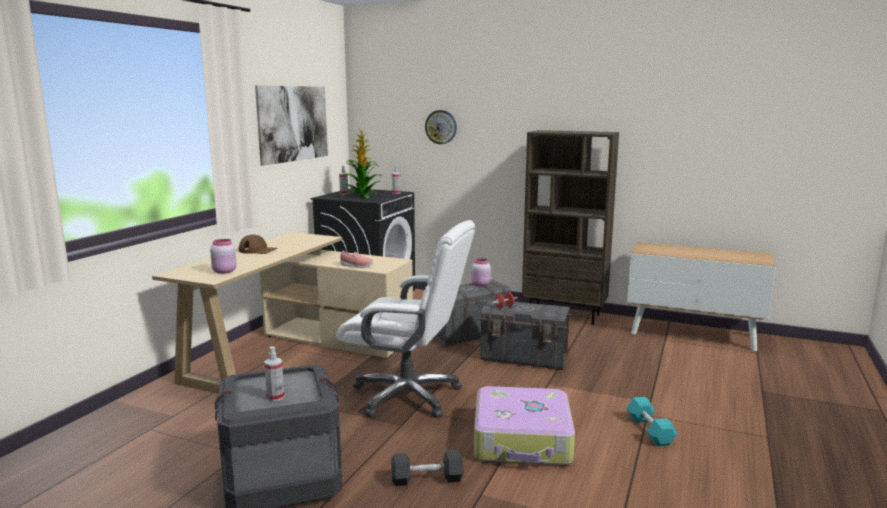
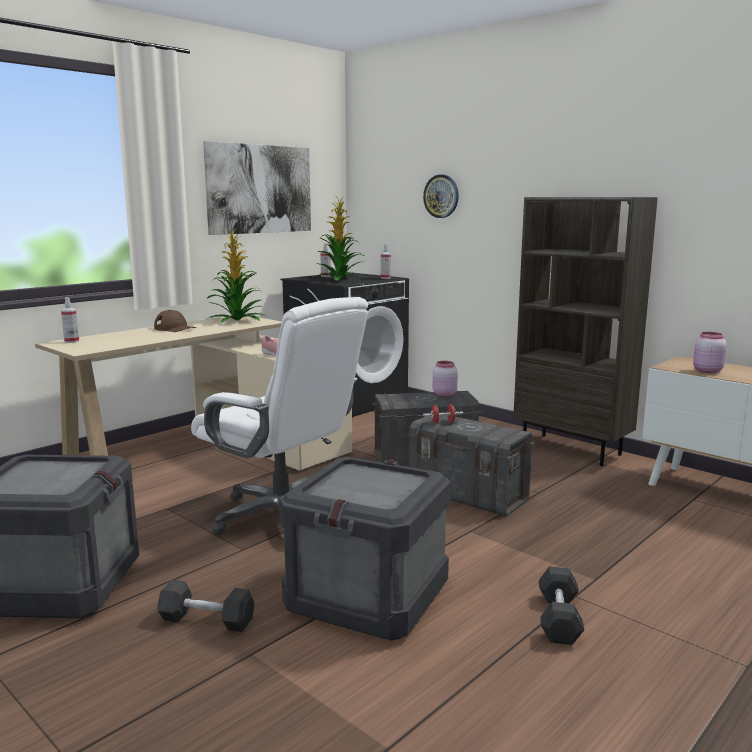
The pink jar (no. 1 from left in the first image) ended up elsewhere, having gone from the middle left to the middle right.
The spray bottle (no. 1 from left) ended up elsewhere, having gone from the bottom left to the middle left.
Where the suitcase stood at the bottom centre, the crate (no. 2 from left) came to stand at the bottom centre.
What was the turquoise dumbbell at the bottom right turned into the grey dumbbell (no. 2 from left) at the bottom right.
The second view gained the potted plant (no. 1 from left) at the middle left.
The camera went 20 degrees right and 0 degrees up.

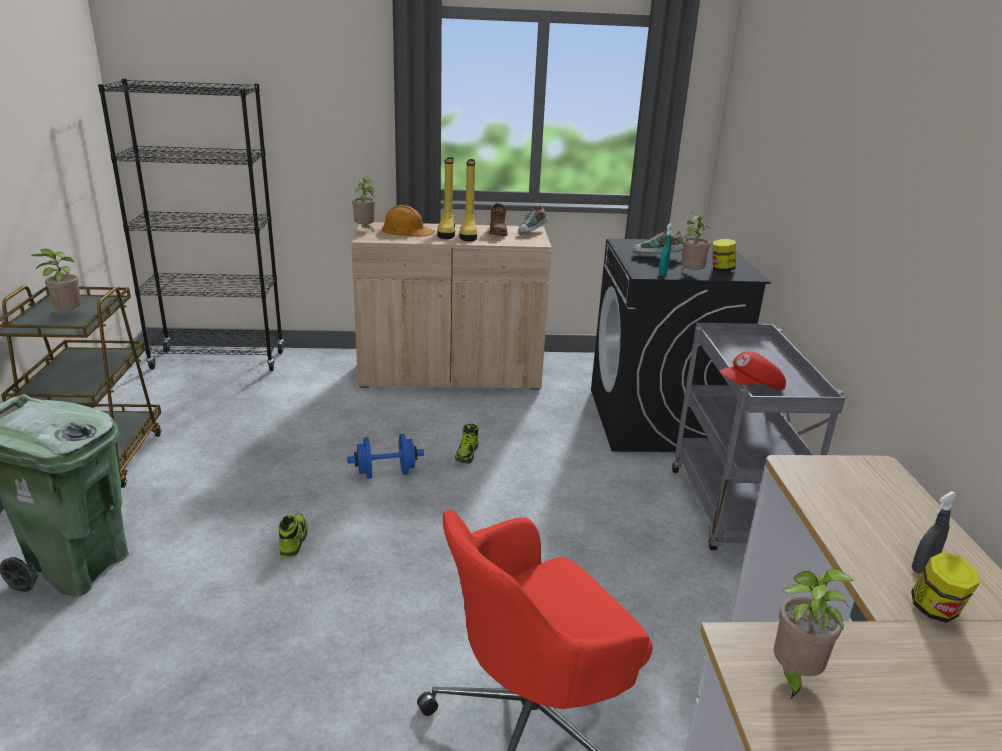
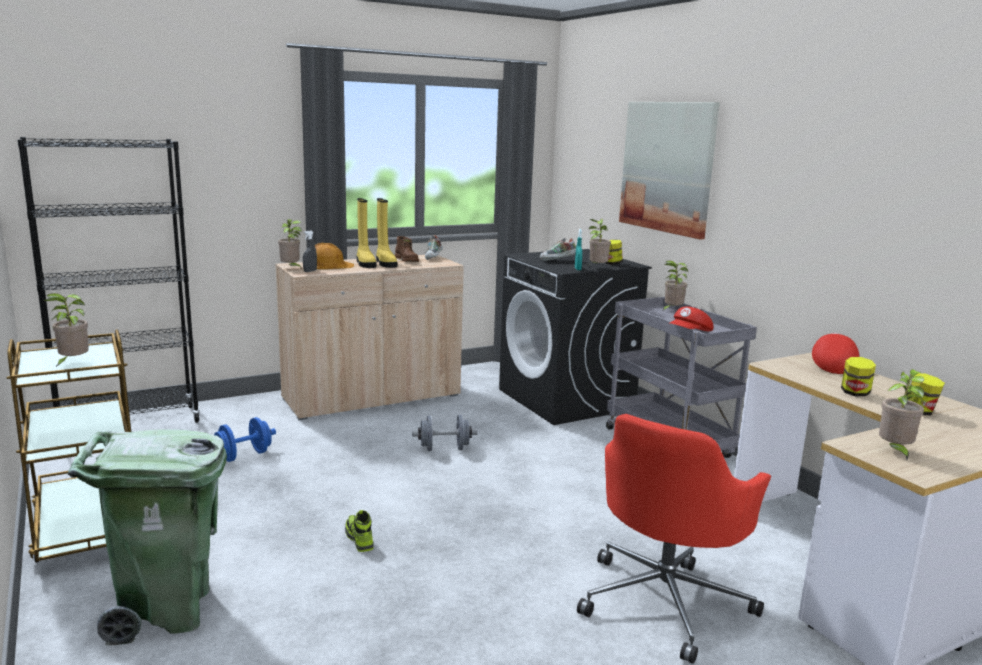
The blue dumbbell ended up elsewhere, having gone from the centre to the middle left.
Where the shoe (no. 2 from left) stood at the centre, the grey dumbbell came to stand at the centre.
The grey spray bottle ended up elsewhere, having gone from the bottom right to the middle left.
The second view gained the picture at the top right.
The second view gained the potted plant (no. 4 from left) at the middle right.
The second view gained the red cap (no. 2 from left) at the middle right.
The second view gained the jar (no. 2 from left) at the middle right.
The camera went 25 degrees left and 10 degrees down.

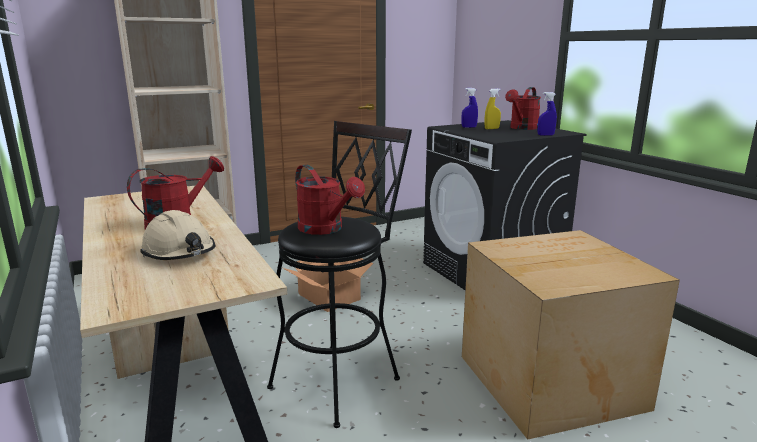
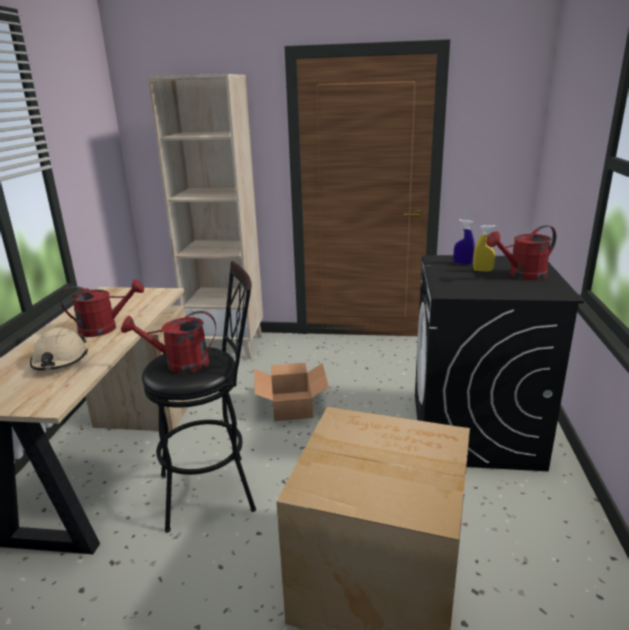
The red watering can (no. 2 from left) at the centre ended up facing another way, 90 degrees clockwise from before.
The second view lost the blue spray bottle (no. 2 from left) at the top right.
The camera went 35 degrees right and 5 degrees up.

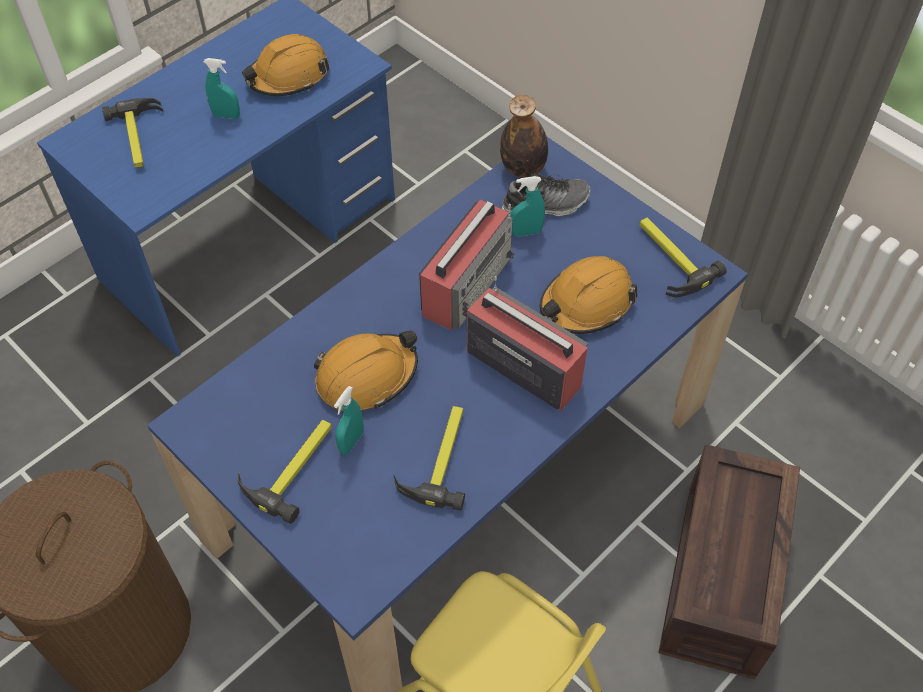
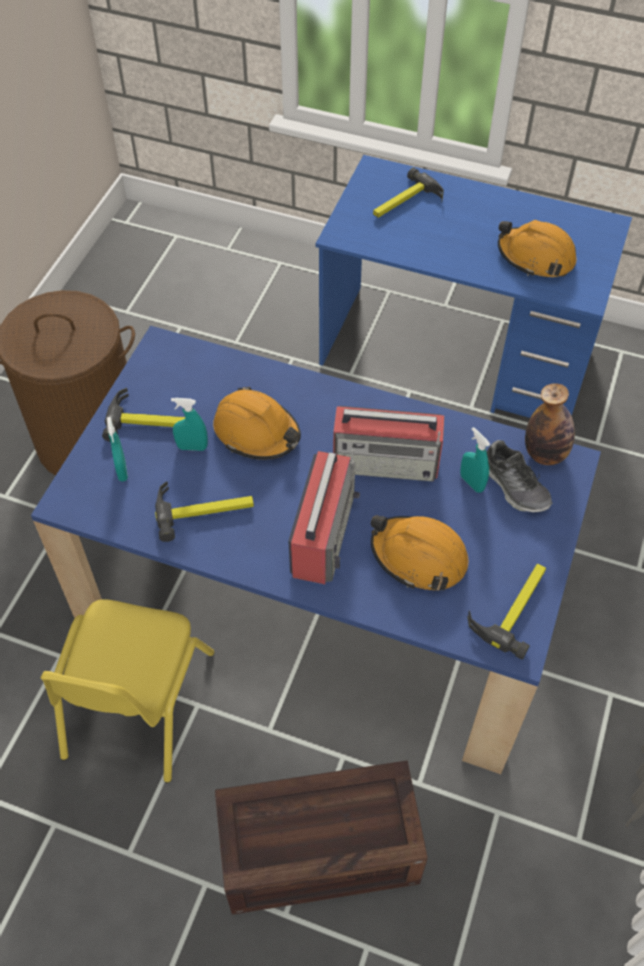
The turquoise spray bottle (no. 1 from left) ended up elsewhere, having gone from the top left to the middle left.
The camera went 65 degrees right and 0 degrees up.

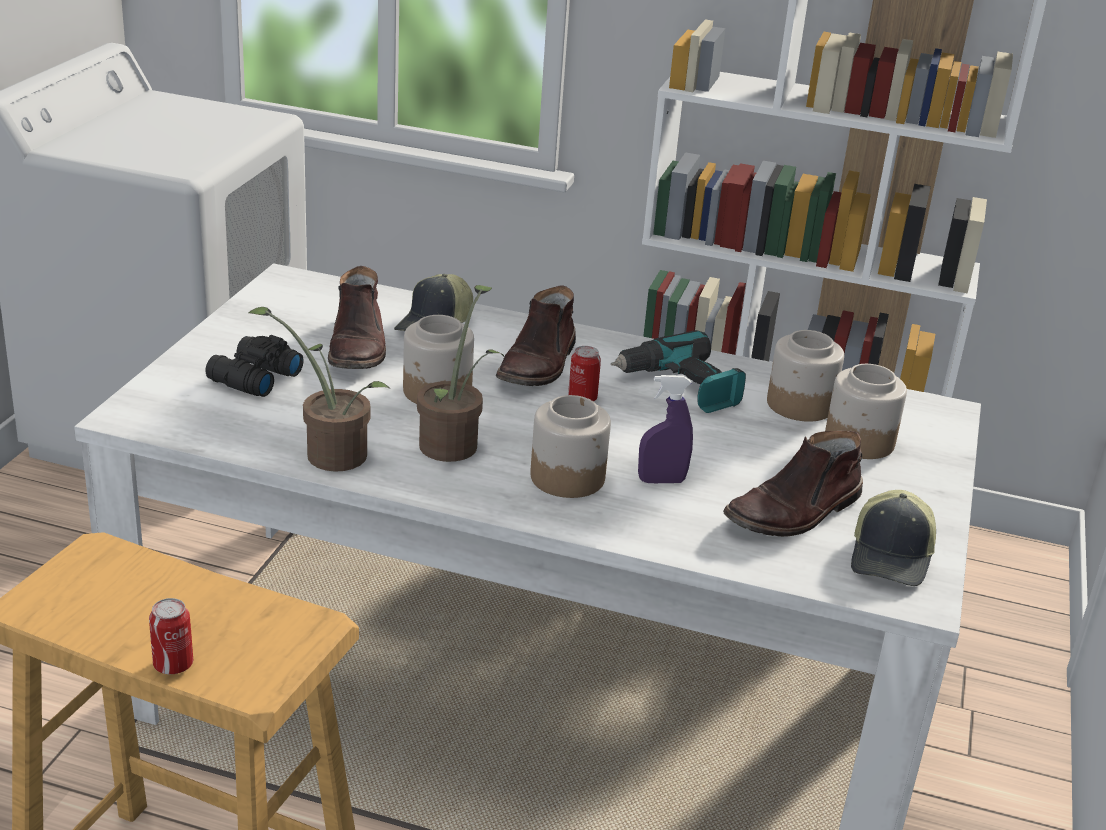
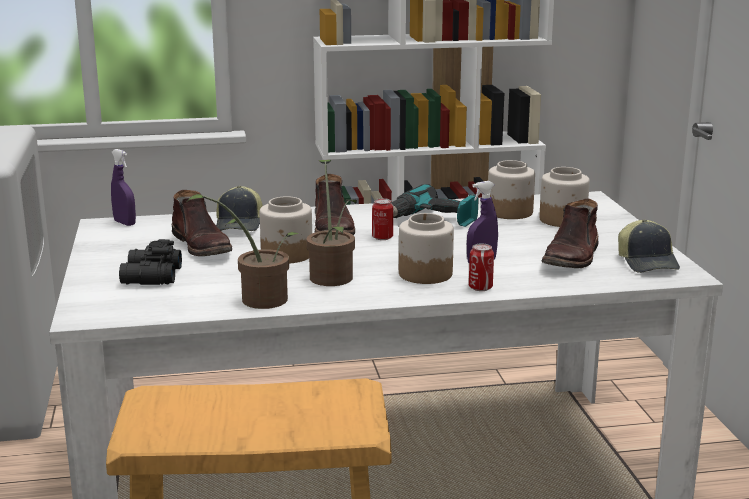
The can (no. 1 from left in the first image) ended up elsewhere, having gone from the bottom left to the centre.
The second view gained the purple spray bottle (no. 1 from left) at the middle left.
The camera went 25 degrees left and 10 degrees down.

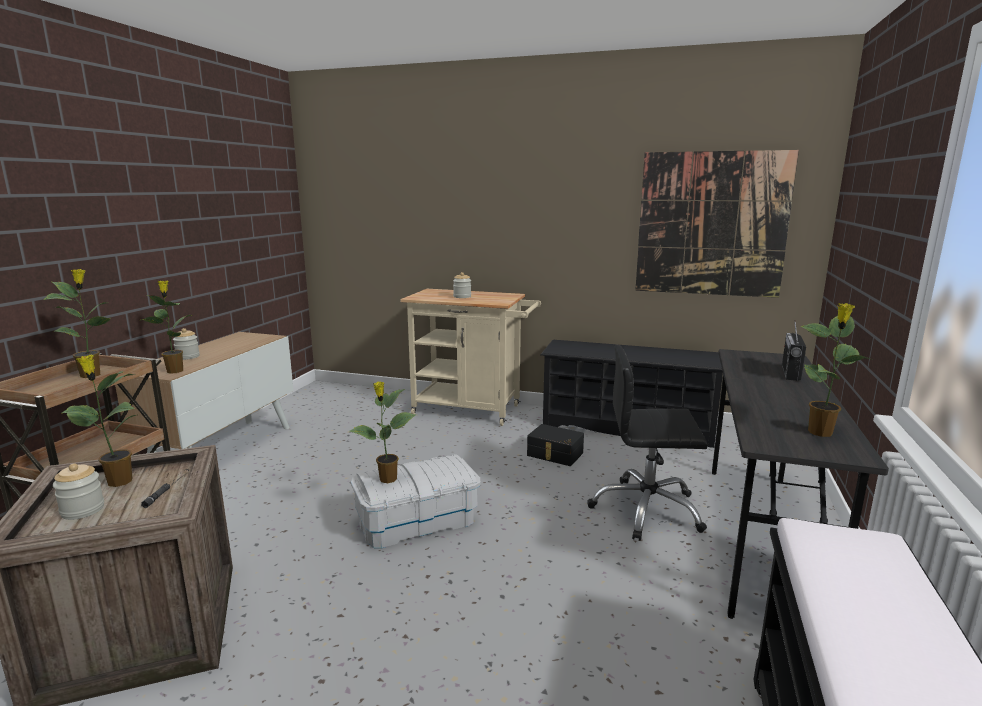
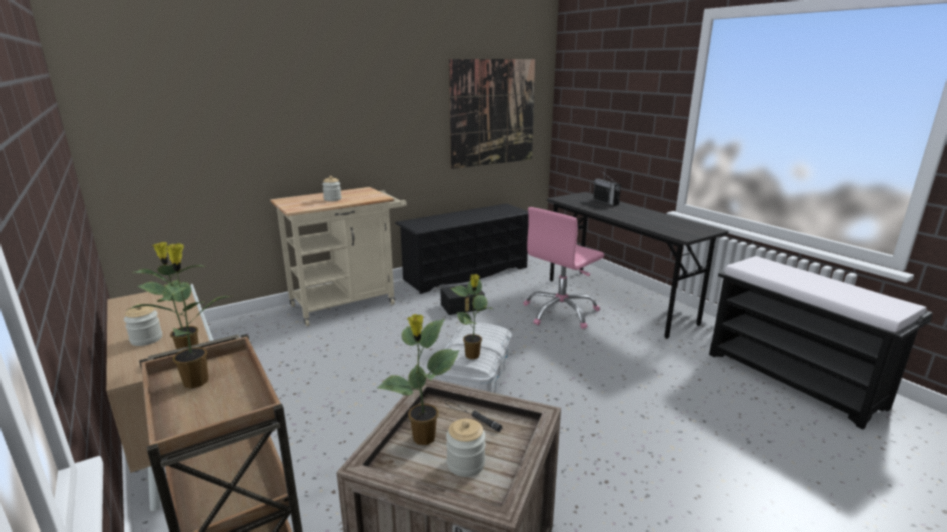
What was the black office chair at the centre turned into the pink office chair at the centre.
The second view lost the potted plant (no. 5 from left) at the middle right.
The camera went 50 degrees left and 5 degrees up.

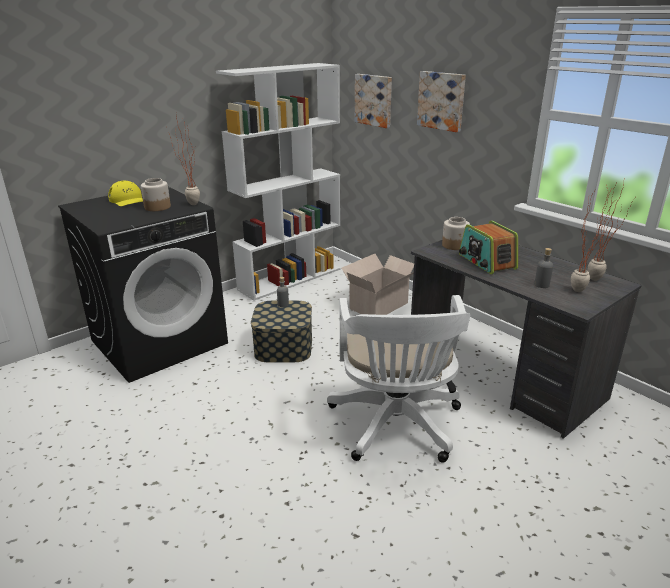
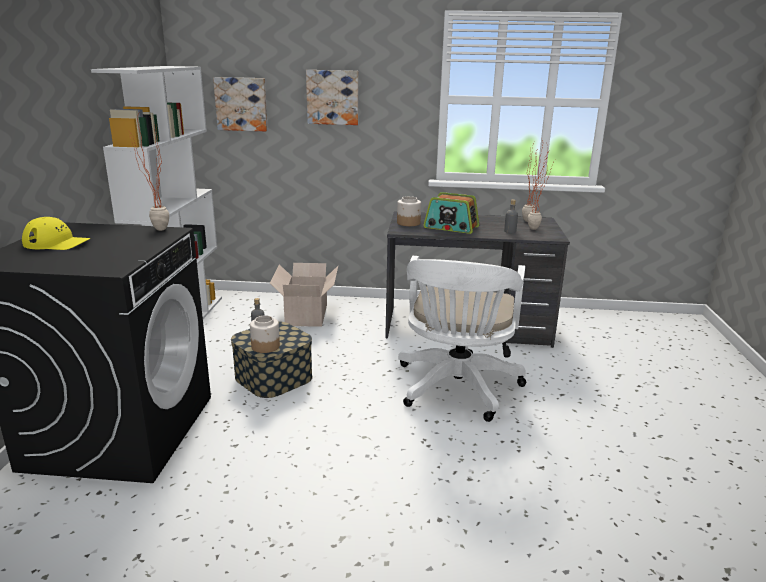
The jar (no. 1 from left) ended up elsewhere, having gone from the top left to the centre.
The white office chair at the centre ended up facing another way, 60 degrees clockwise from before.
The camera went 45 degrees left and 5 degrees down.

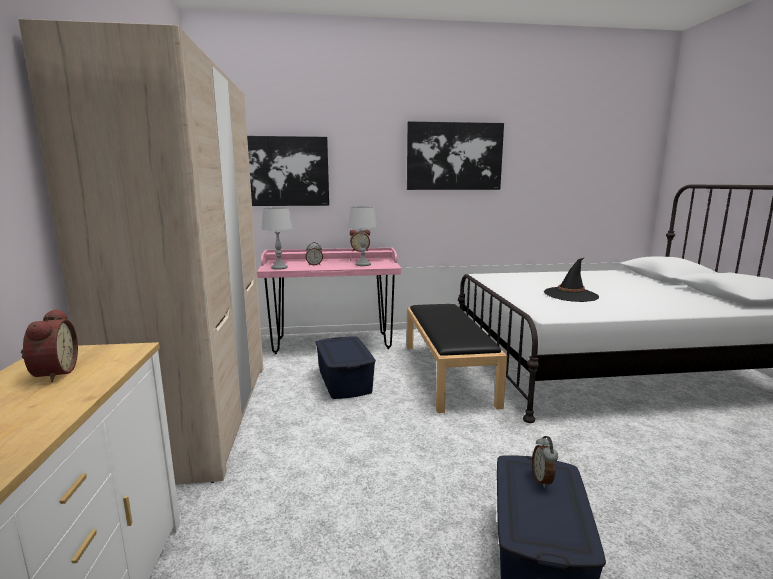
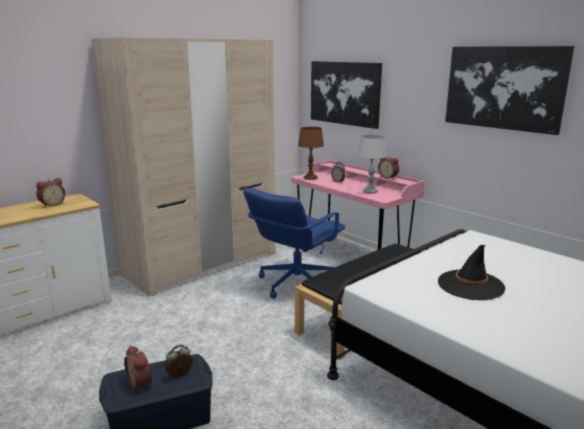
What was the grey table lamp (no. 1 from left) at the centre turned into the brown table lamp at the centre.
Where the blue storage box (no. 1 from left) stood at the centre, the blue office chair came to stand at the centre.
The second view gained the alarm clock (no. 2 from left) at the bottom left.
The camera went 55 degrees right and 5 degrees up.

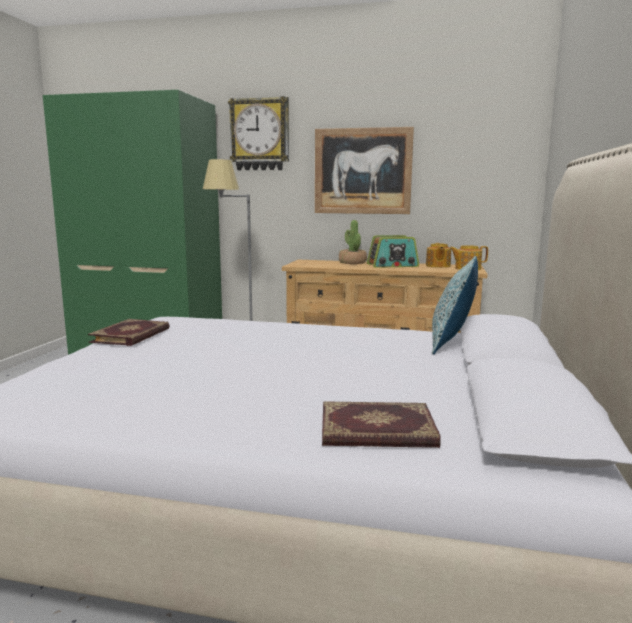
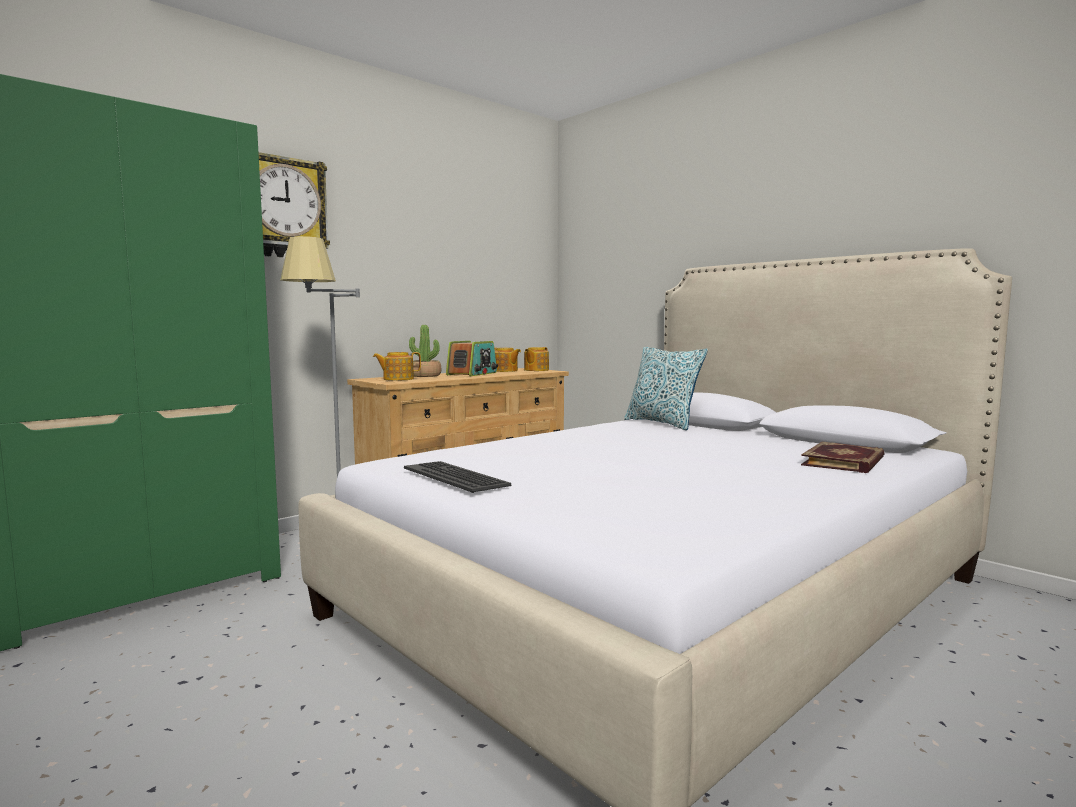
Where the book (no. 1 from left) stood at the middle left, the keyboard came to stand at the centre.
The second view lost the picture at the top centre.
The second view gained the teapot (no. 1 from left) at the centre.
The camera went 55 degrees left and 5 degrees down.

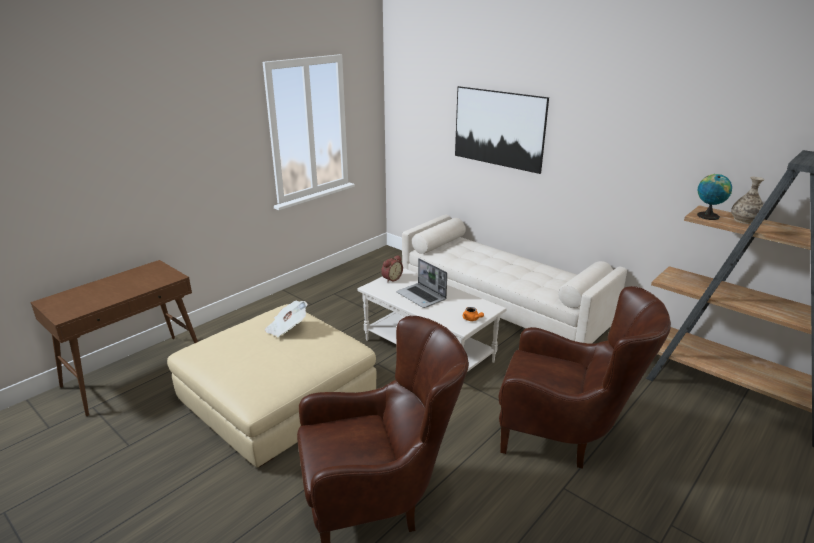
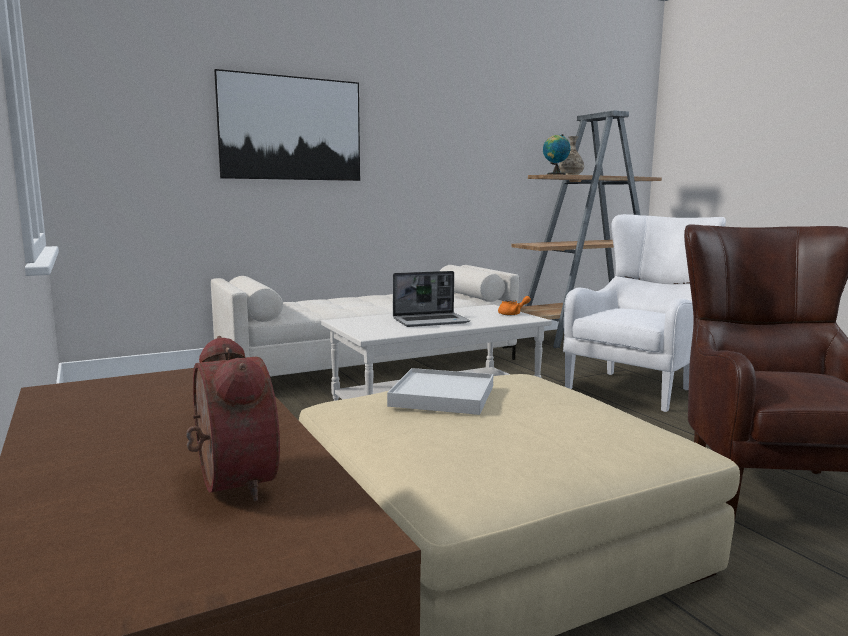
Where the newspaper stood at the centre, the white tray came to stand at the centre.
The alarm clock ended up elsewhere, having gone from the centre to the middle left.
What was the brown armchair (no. 2 from left) at the bottom right turned into the white armchair at the middle right.
The camera went 70 degrees left and 15 degrees down.

